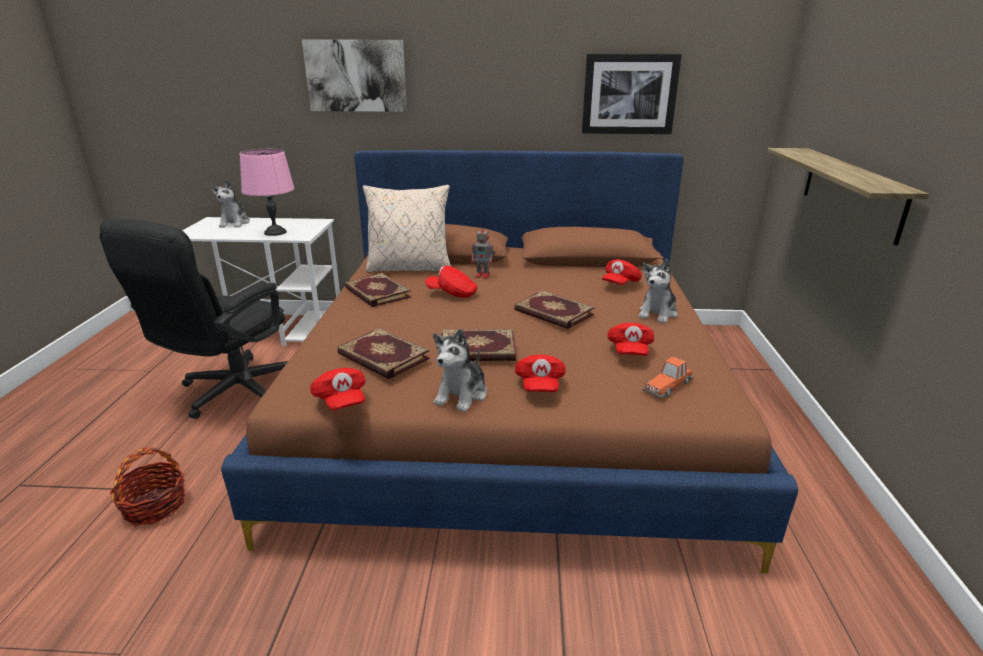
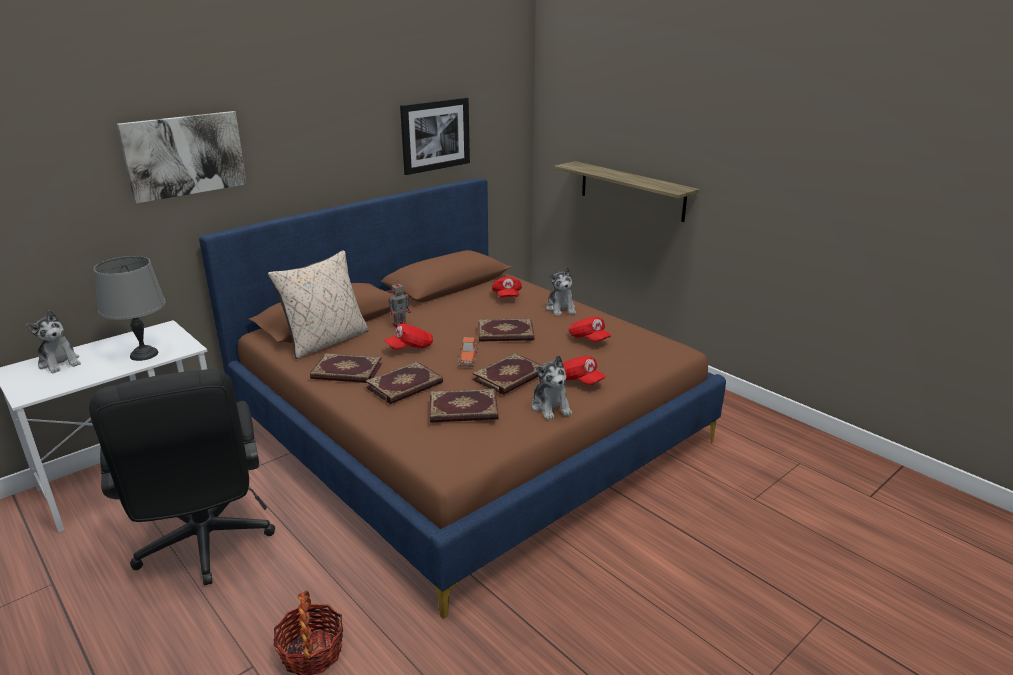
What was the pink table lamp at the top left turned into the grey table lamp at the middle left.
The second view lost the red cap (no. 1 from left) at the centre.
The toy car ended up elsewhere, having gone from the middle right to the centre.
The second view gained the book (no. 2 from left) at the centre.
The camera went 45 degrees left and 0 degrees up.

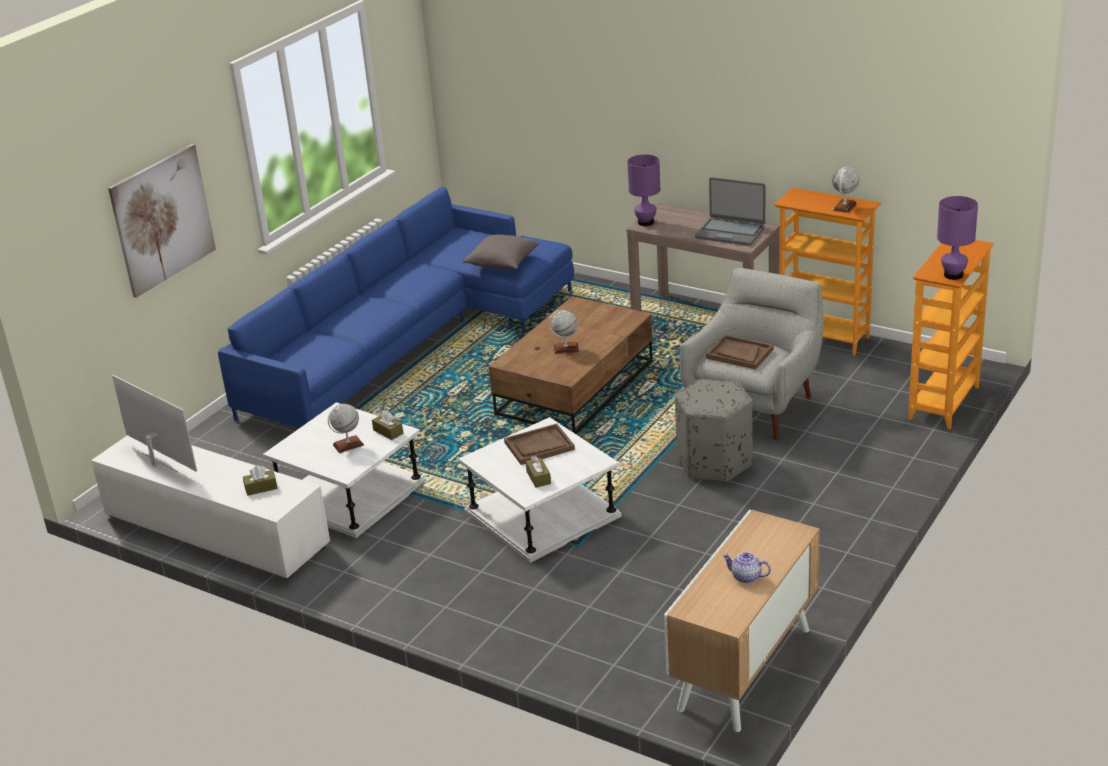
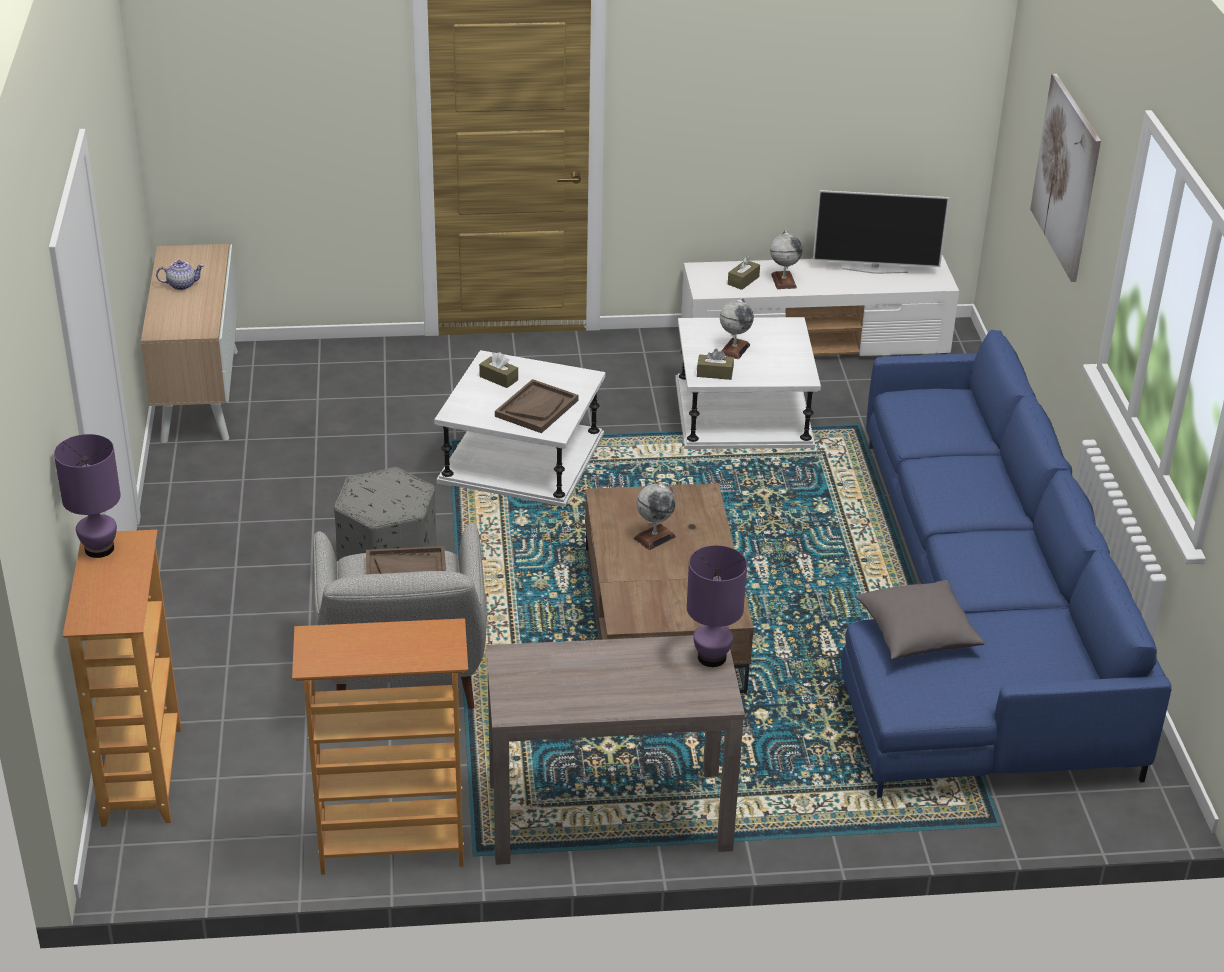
The second view lost the laptop at the top centre.
The globe (no. 3 from left) ended up elsewhere, having gone from the top right to the top centre.
The camera went 140 degrees right and 5 degrees up.

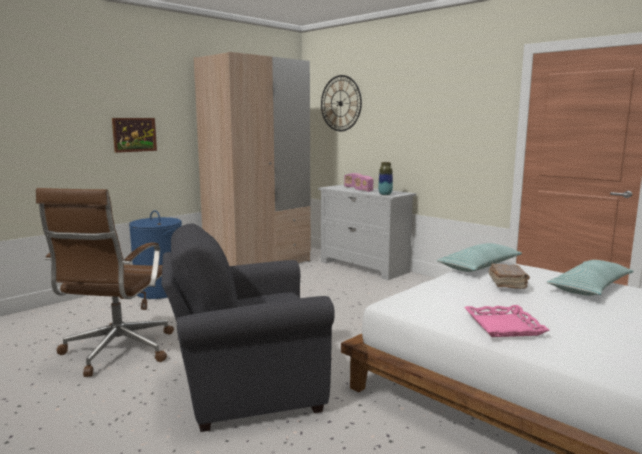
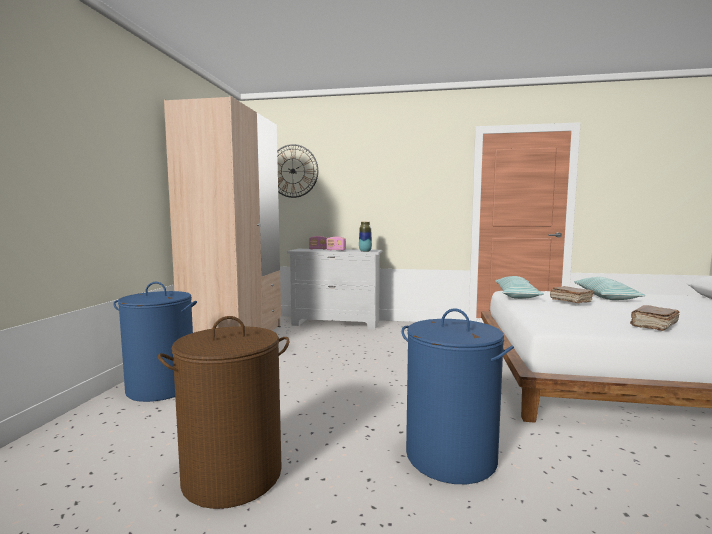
Where the brown office chair stood at the middle left, the brown laundry basket came to stand at the bottom left.
The second view lost the picture at the top left.
Where the grey armchair stood at the bottom centre, the blue laundry basket (no. 2 from left) came to stand at the bottom centre.
Where the pink tray stood at the bottom right, the brown book (no. 2 from left) came to stand at the middle right.
The camera went 35 degrees left and 5 degrees down.

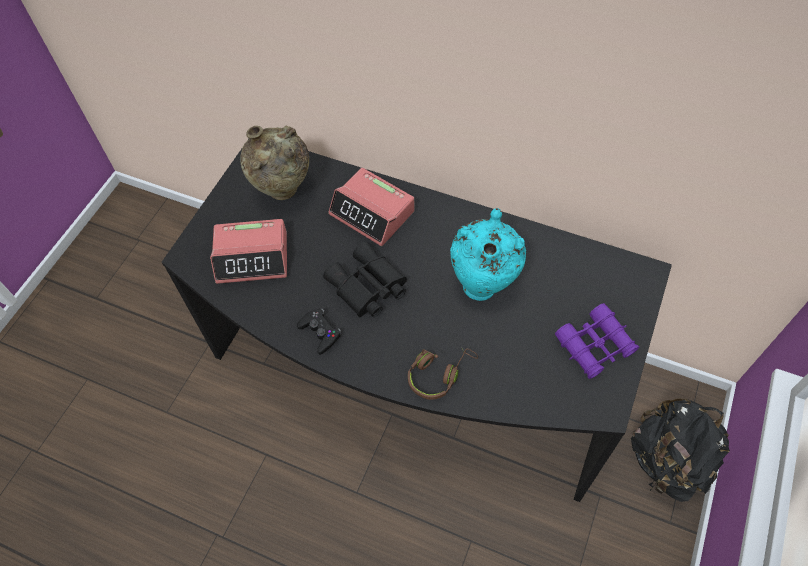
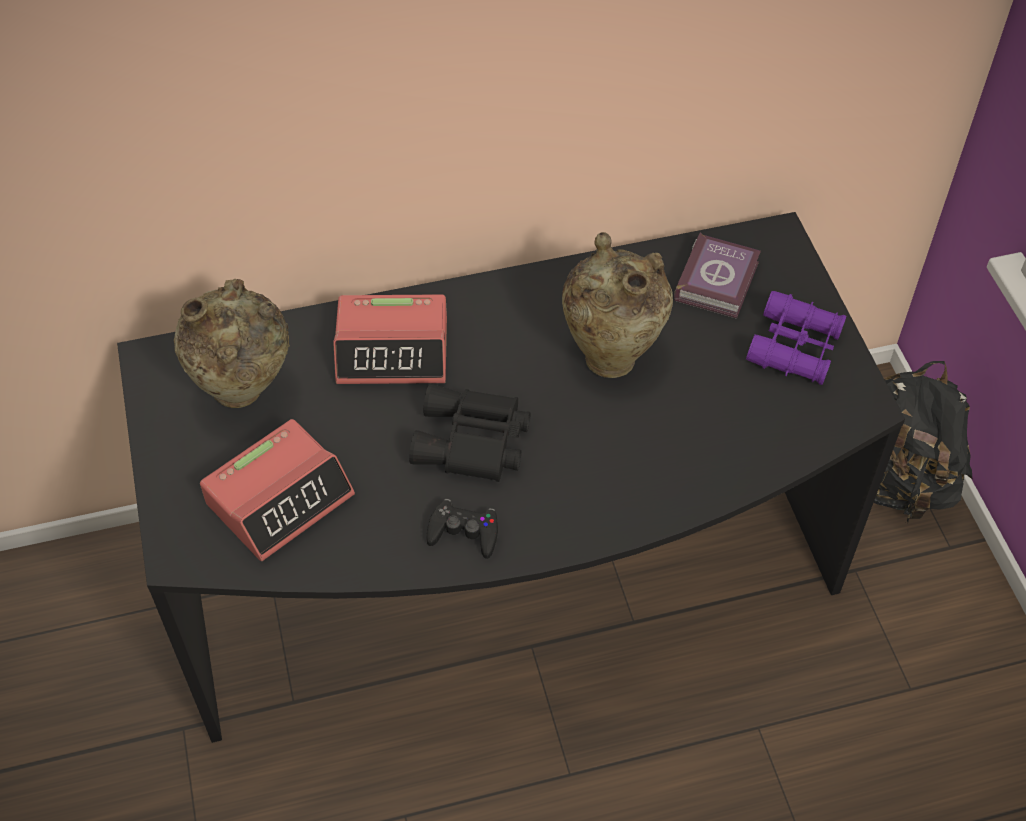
The second view lost the brown headphones at the centre.
What was the turquoise vase at the centre turned into the beige vase (no. 2 from left) at the centre.
The second view gained the book at the middle right.
The camera went 40 degrees left and 5 degrees down.

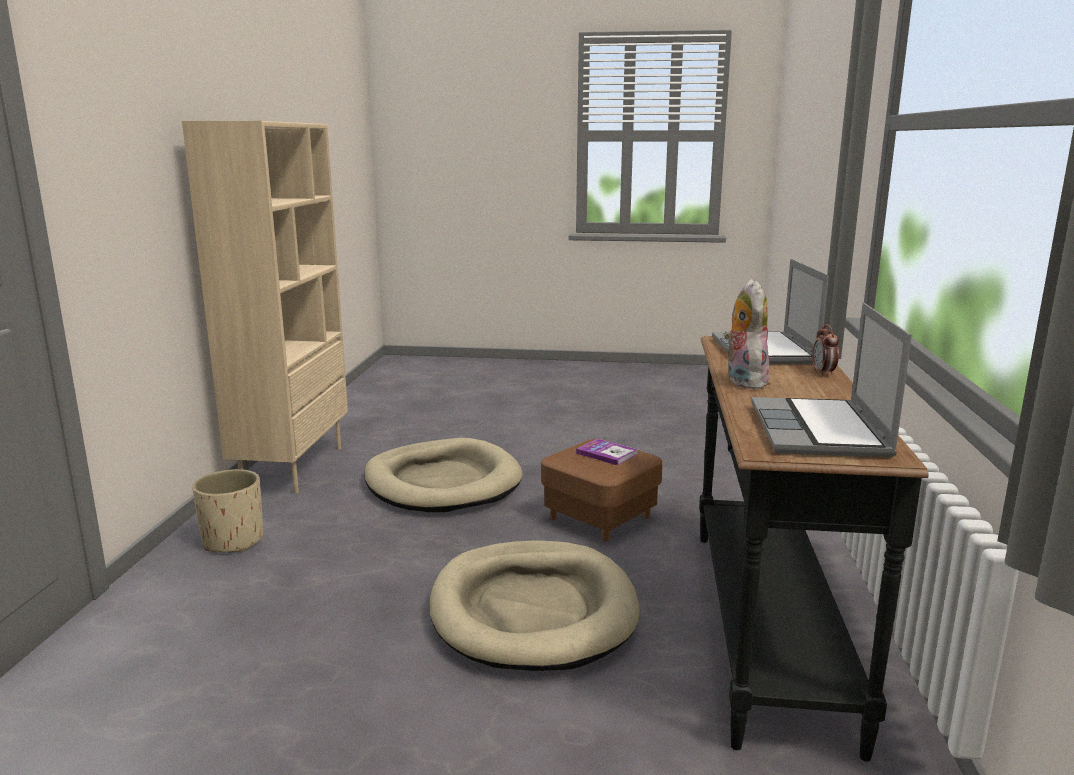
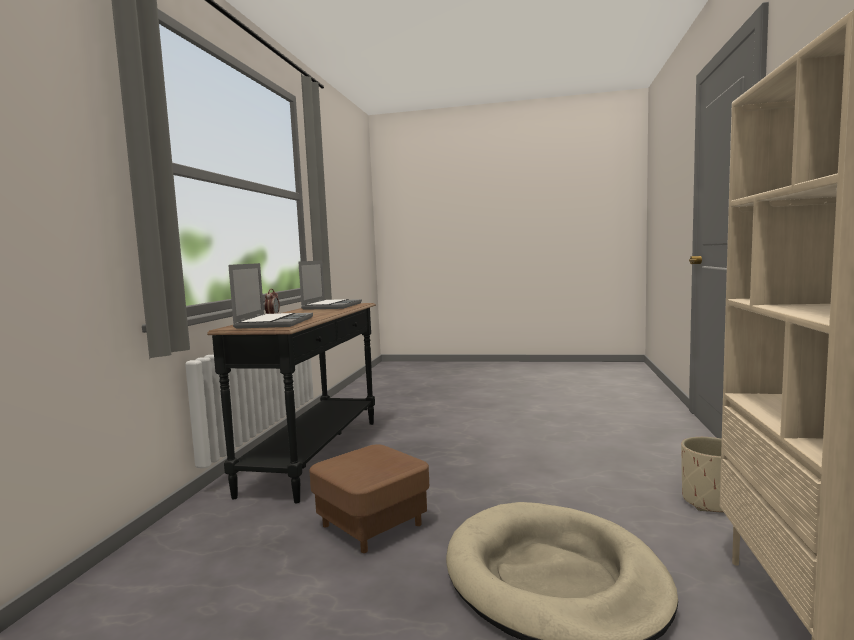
The second view lost the beige dog bed (no. 2 from left) at the bottom centre.
The second view lost the book at the centre.
The second view lost the plush toy at the middle right.
The camera went 175 degrees left and 10 degrees down.

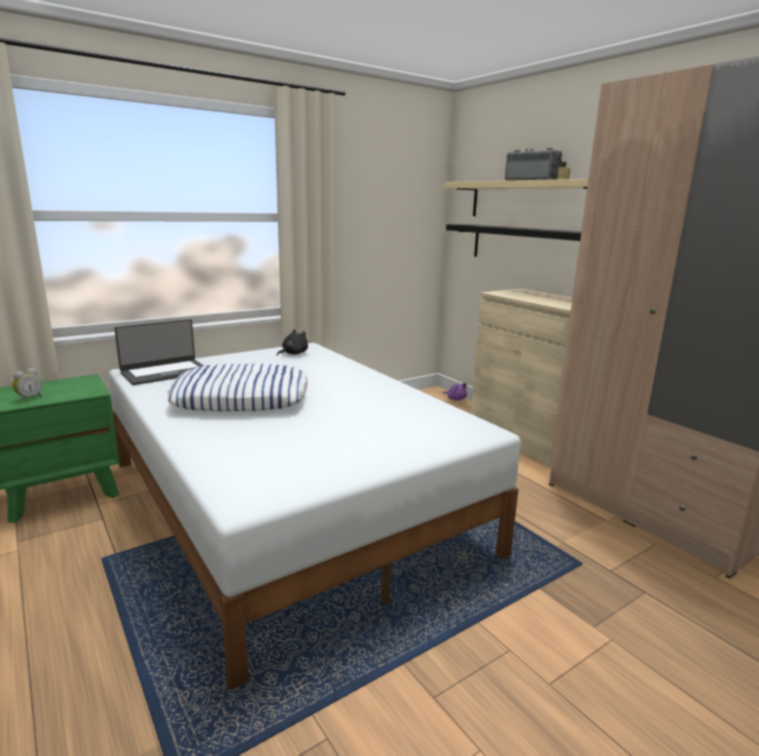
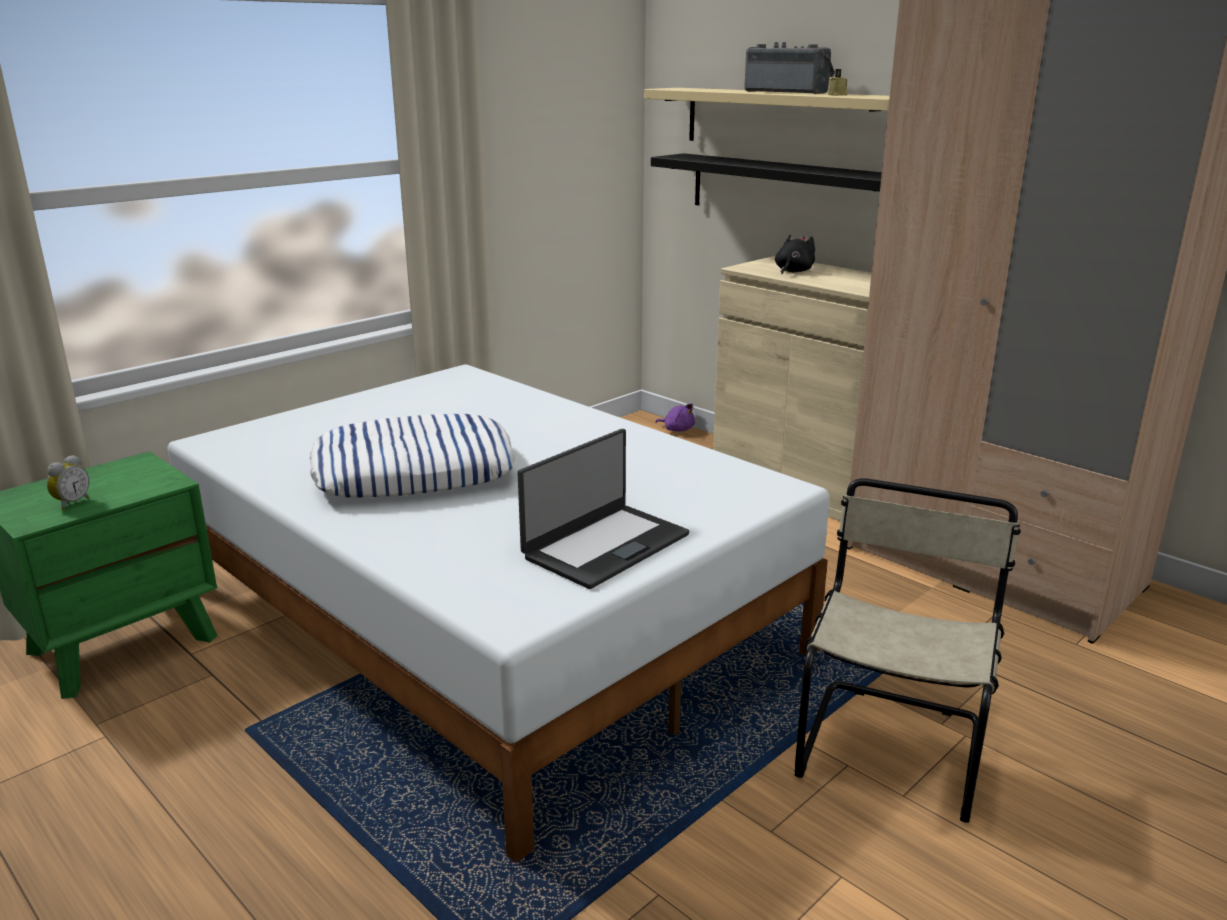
The laptop ended up elsewhere, having gone from the middle left to the centre.
The black plush toy ended up elsewhere, having gone from the centre to the top centre.
The second view gained the beige chair at the bottom right.
The camera went 10 degrees left and 5 degrees up.

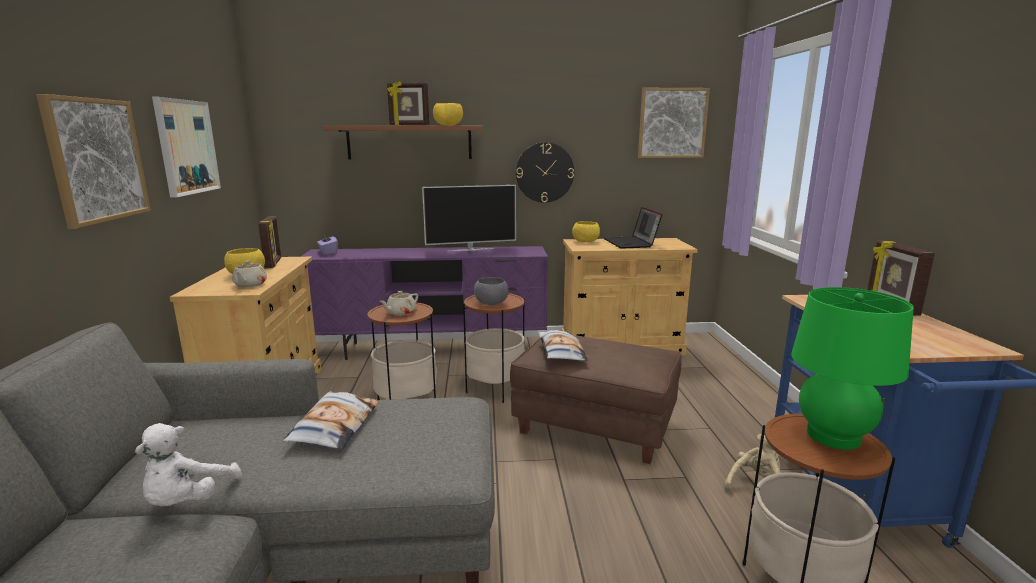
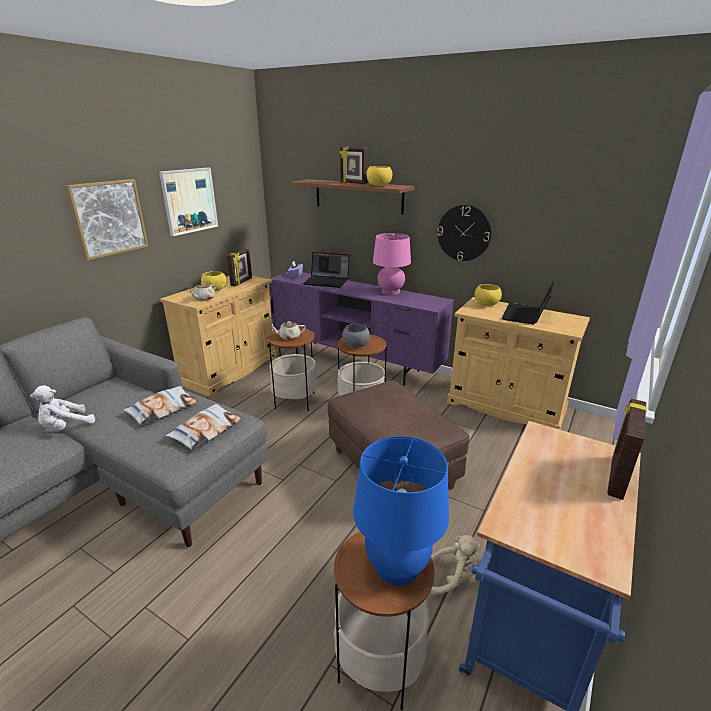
Where the television stood at the centre, the pink table lamp came to stand at the centre.
The pillow (no. 2 from left) ended up elsewhere, having gone from the centre to the middle left.
The second view lost the picture (no. 3 from left) at the top centre.
What was the green table lamp at the middle right turned into the blue table lamp at the bottom centre.
The second view gained the laptop (no. 1 from left) at the centre.
The camera went 35 degrees right and 10 degrees up.

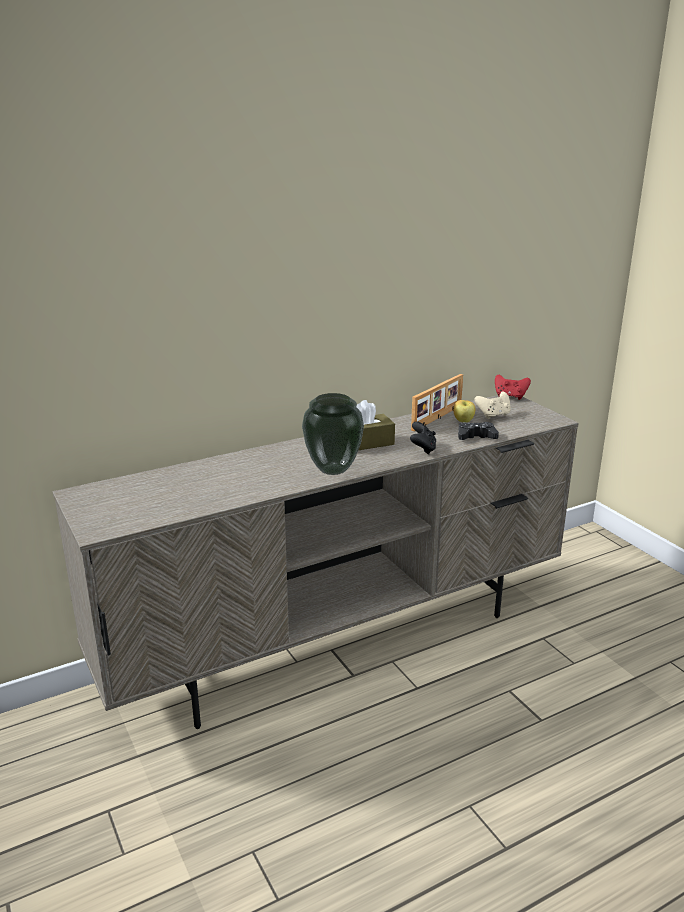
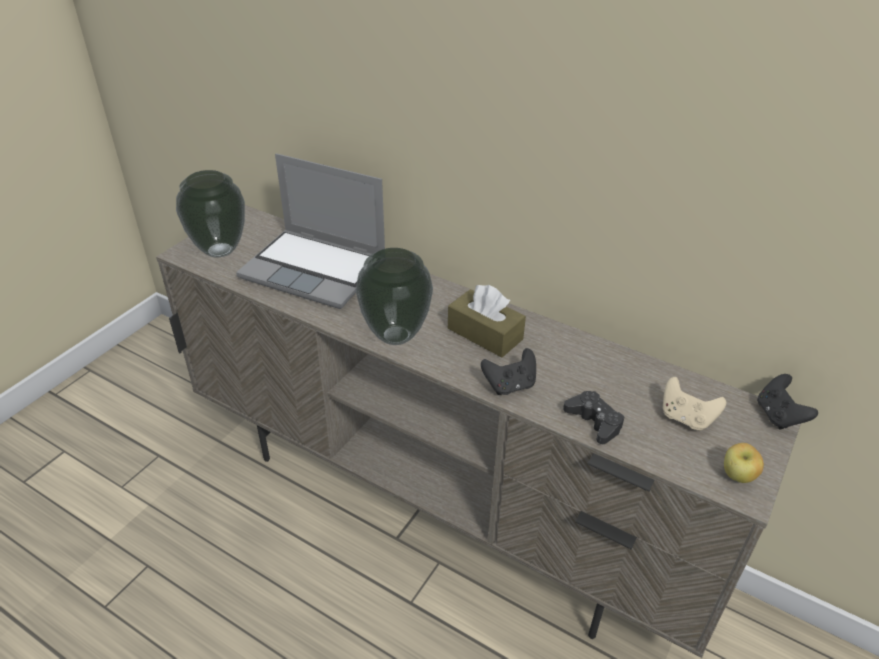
The second view lost the picture frame at the centre.
The apple ended up elsewhere, having gone from the middle right to the bottom right.
What was the red game controller at the middle right turned into the black game controller (no. 3 from left) at the middle right.
The second view gained the vase (no. 1 from left) at the top left.
The second view gained the laptop at the centre.
The camera went 60 degrees right and 15 degrees up.

